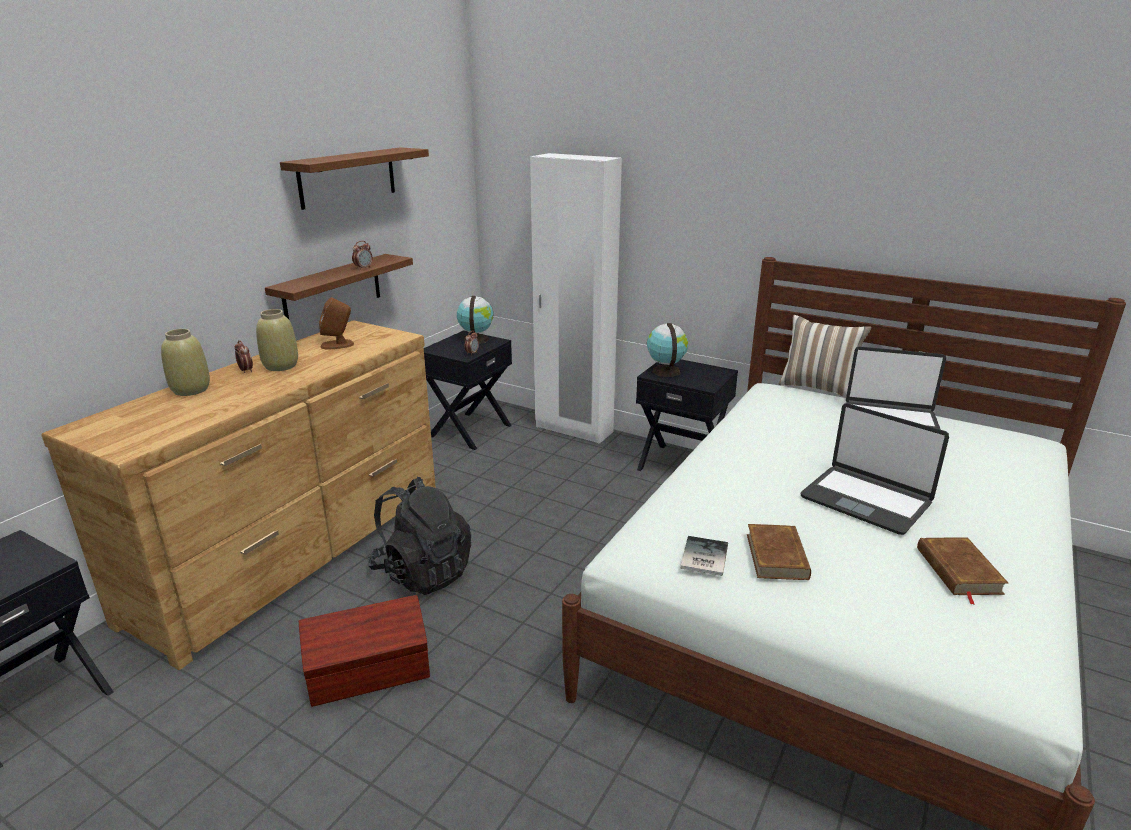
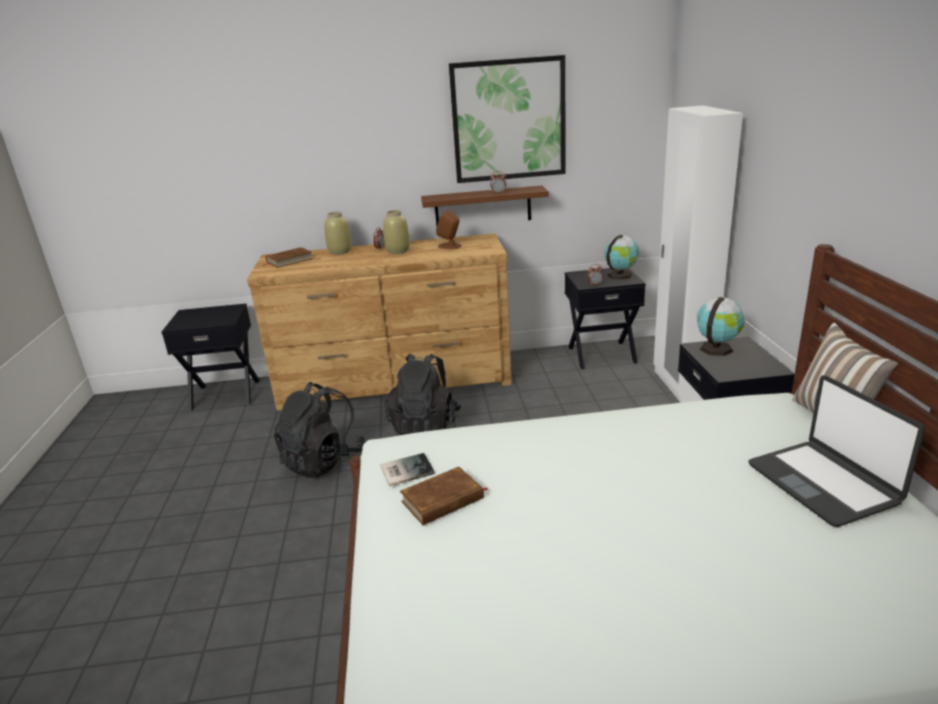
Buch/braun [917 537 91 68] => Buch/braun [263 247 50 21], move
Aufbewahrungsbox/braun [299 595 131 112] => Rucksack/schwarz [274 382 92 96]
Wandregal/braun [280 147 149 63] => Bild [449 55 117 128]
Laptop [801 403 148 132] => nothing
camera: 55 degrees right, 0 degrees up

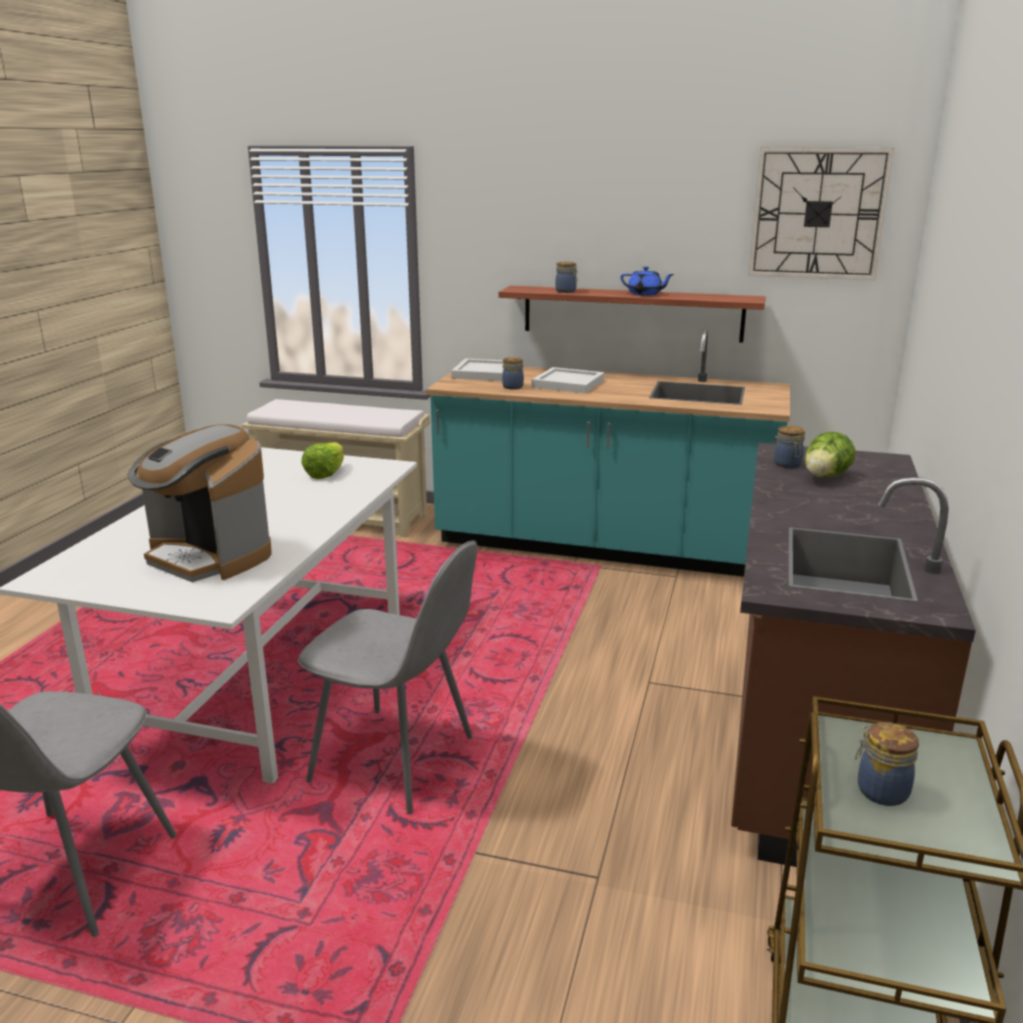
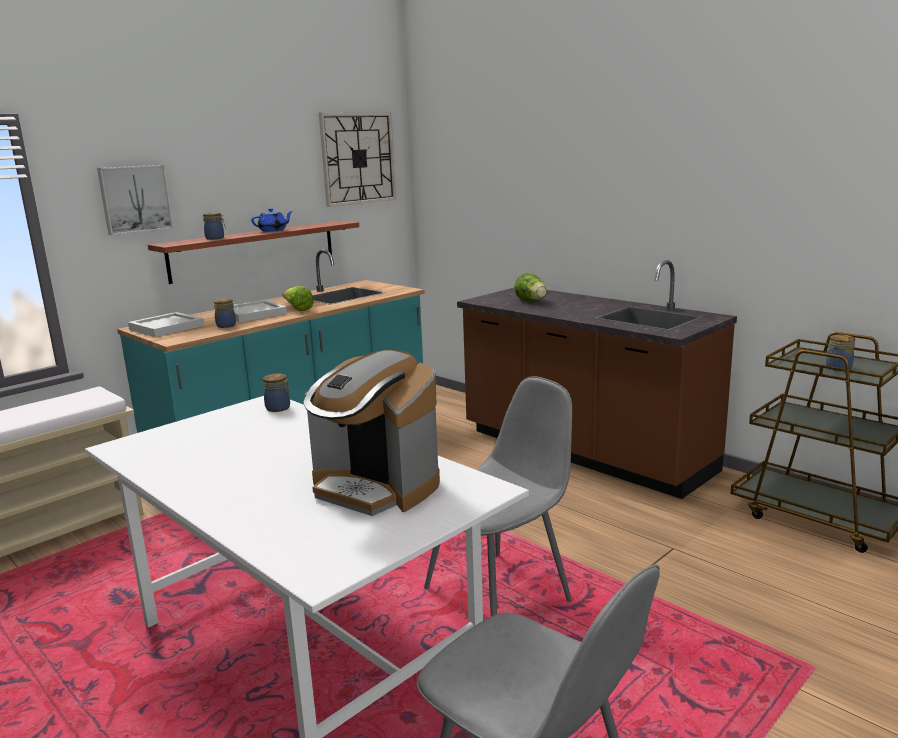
nothing => Bild [97 165 76 70]
Vorratsglas [774 426 31 42] => Vorratsglas [263 374 29 38], move
Salatkopf [301 442 43 37] => Salatkopf [282 286 32 25], move
Kaffeemaschine [128 424 144 158] => Kaffeemaschine [303 350 137 166], 60 degrees clockwise
camera: 60 degrees left, 5 degrees down

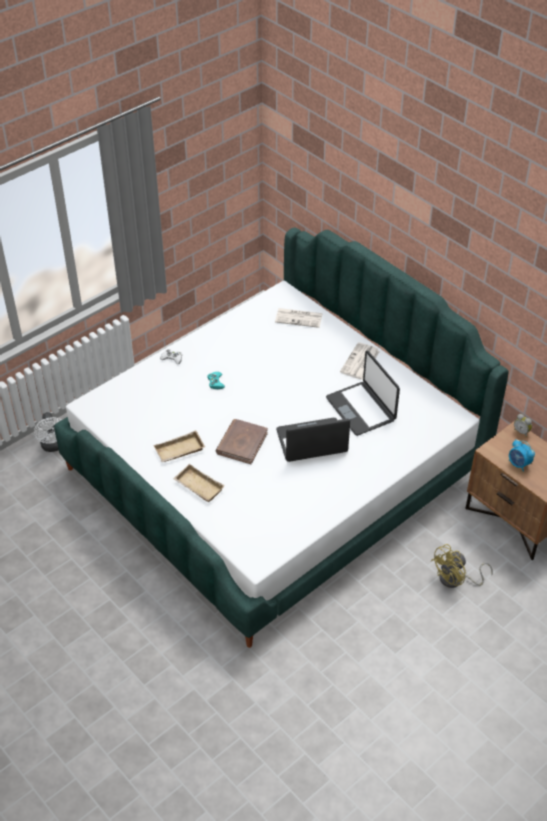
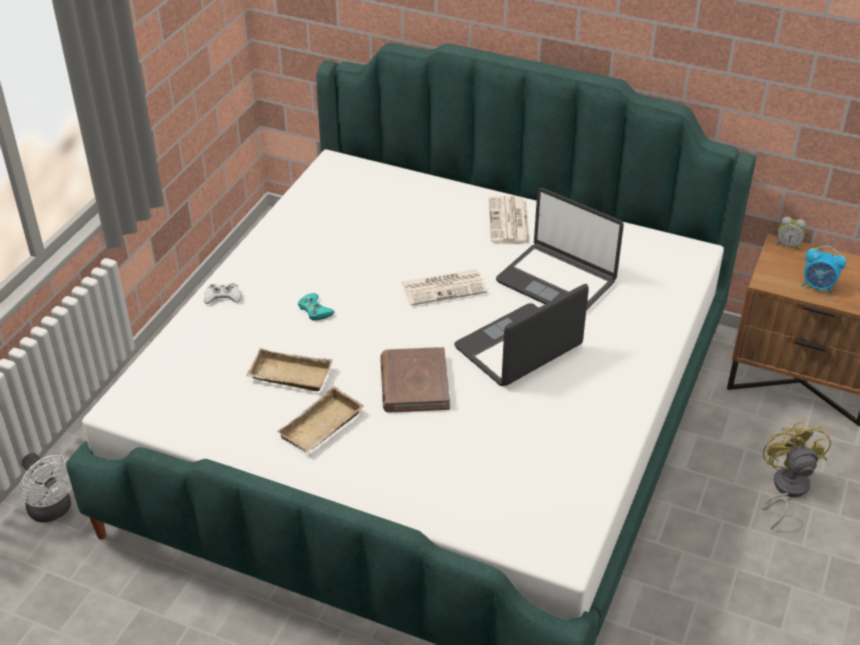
Tablett/beige [173 464 52 38] => Tablett/beige [246 348 87 43], move
Zeitung [275 308 48 20] => Zeitung [402 269 85 37], move
Ventilator/gelb [431 544 62 44] => Ventilator/gelb [761 421 70 108], 150 degrees clockwise
camera: 25 degrees left, 5 degrees down

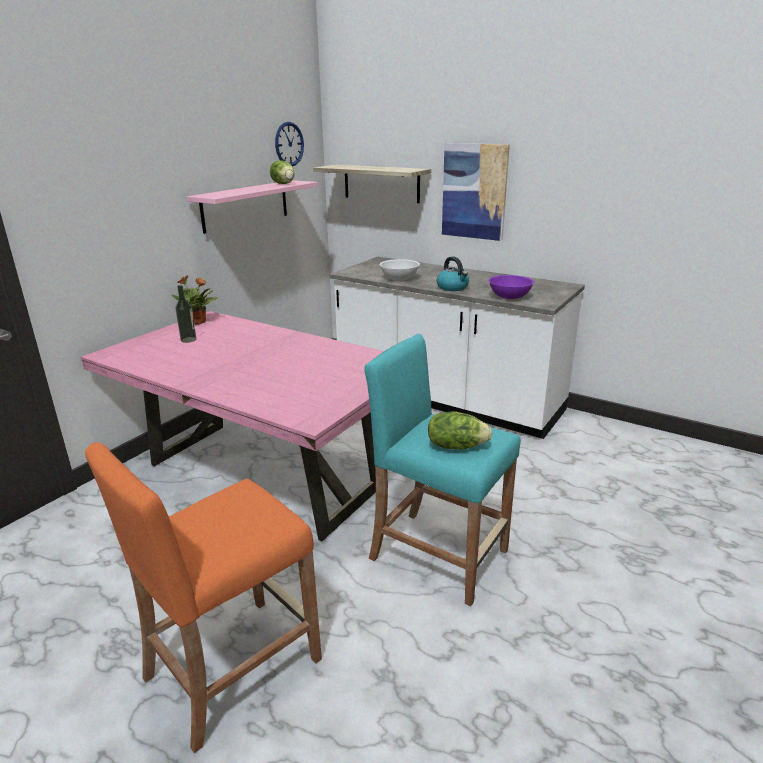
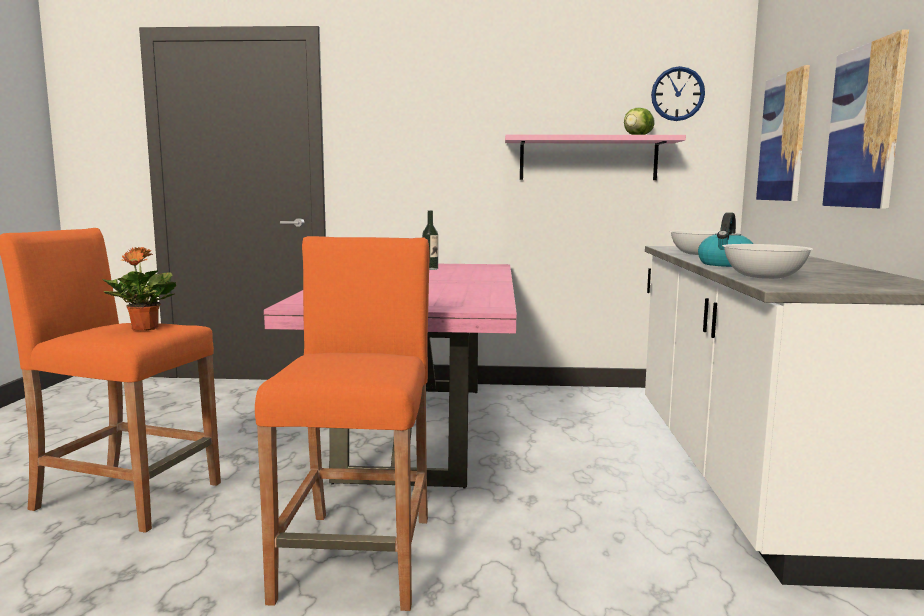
Topfpflanze [171 275 46 50] => Topfpflanze [102 247 74 83], move
Hocker/türkis [365 333 156 273] => Hocker/orange [255 236 175 375]
Schüssel/lila [488 275 46 24] => Schüssel/weiß [722 244 91 35]
Wandregal [313 165 118 38] => Bild [756 65 54 136]
Salatkopf [428 412 65 37] => nothing
camera: 60 degrees right, 15 degrees down

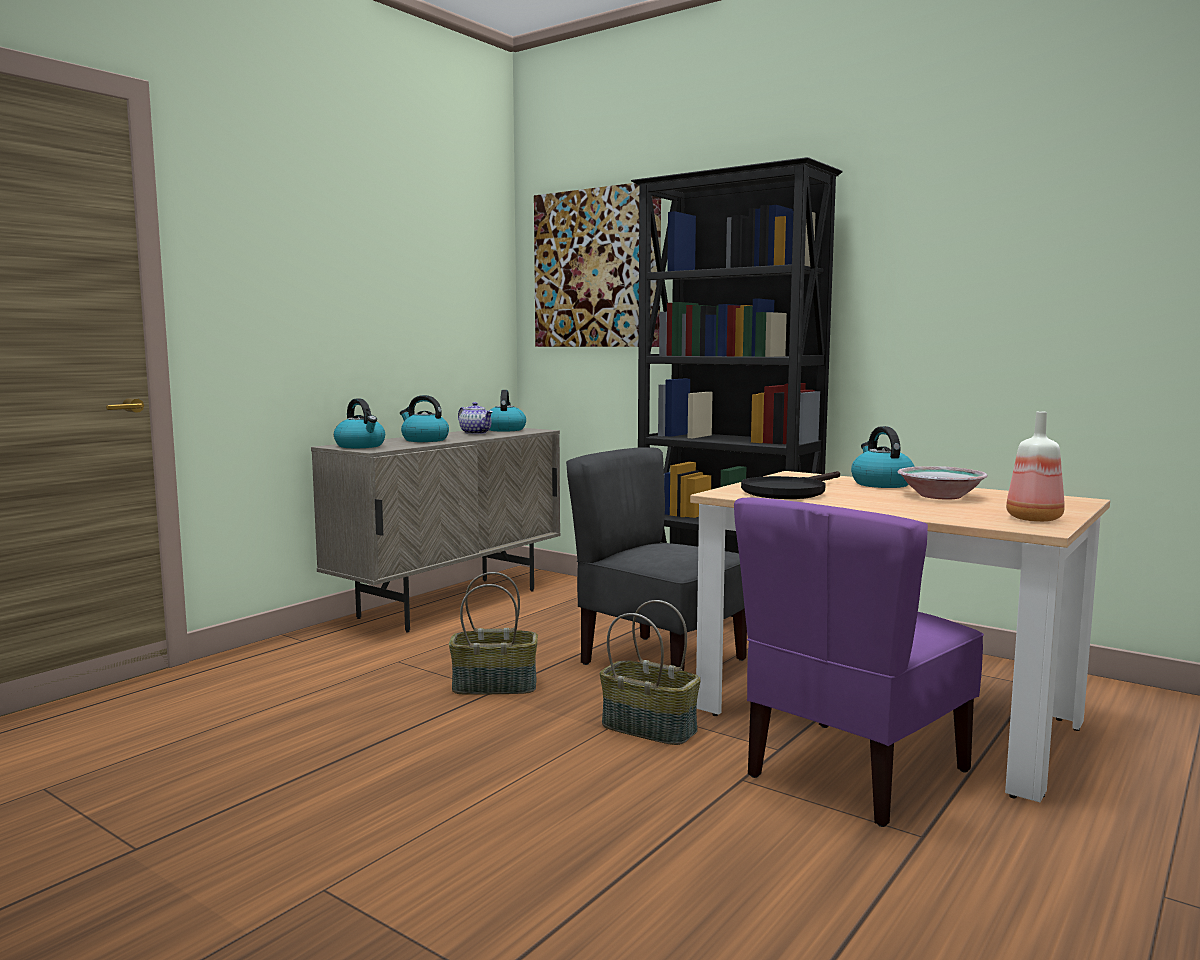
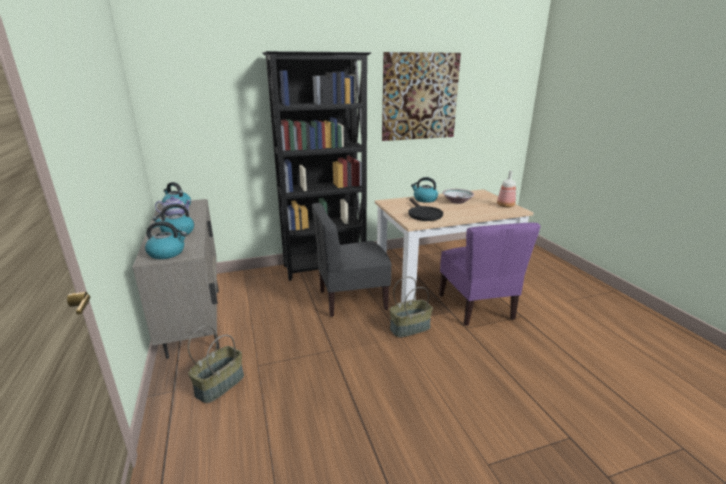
Korb [449 572 89 123] => Korb [188 325 56 78], move
Bild [534 183 127 164] => Bild [382 52 79 89], move
camera: 55 degrees left, 15 degrees up

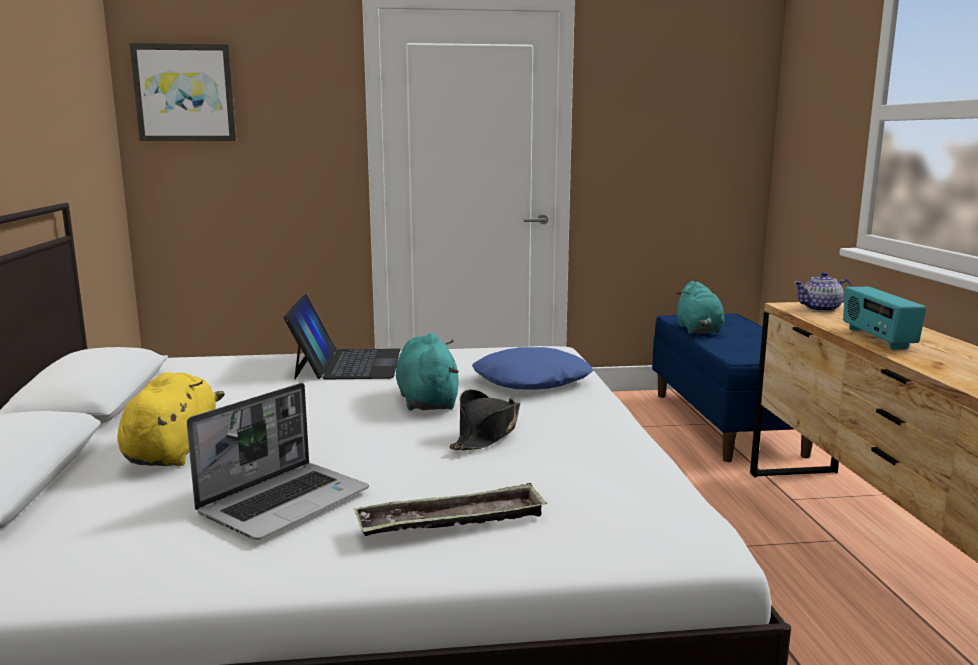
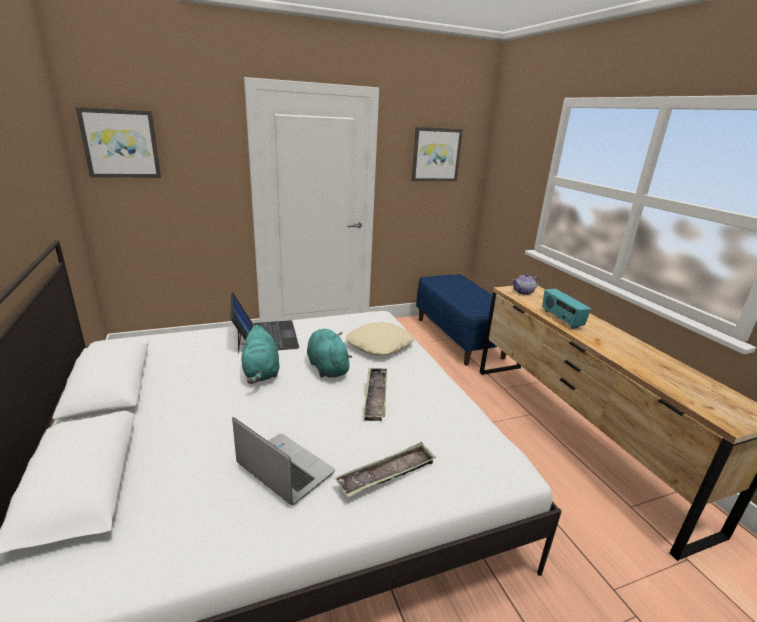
Laptop [187 383 182 157] => Laptop [232 417 103 88], 75 degrees counterclockwise
Plüschtier/türkis [677 281 47 53] => Plüschtier/türkis [241 325 39 59], move
Kissen/blau [472 347 121 43] => Kissen/beige [346 322 68 34]
Hut/schwarz [449 390 71 60] => Tablett [363 368 24 53]
nothing => Bild [411 127 52 54]
Plüschtier/gelb [117 372 108 94] => nothing
camera: 15 degrees left, 10 degrees up

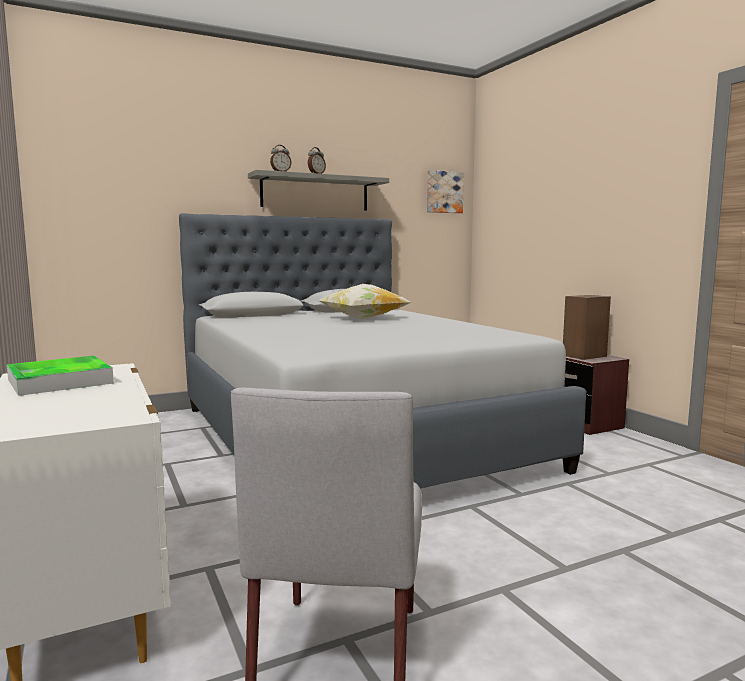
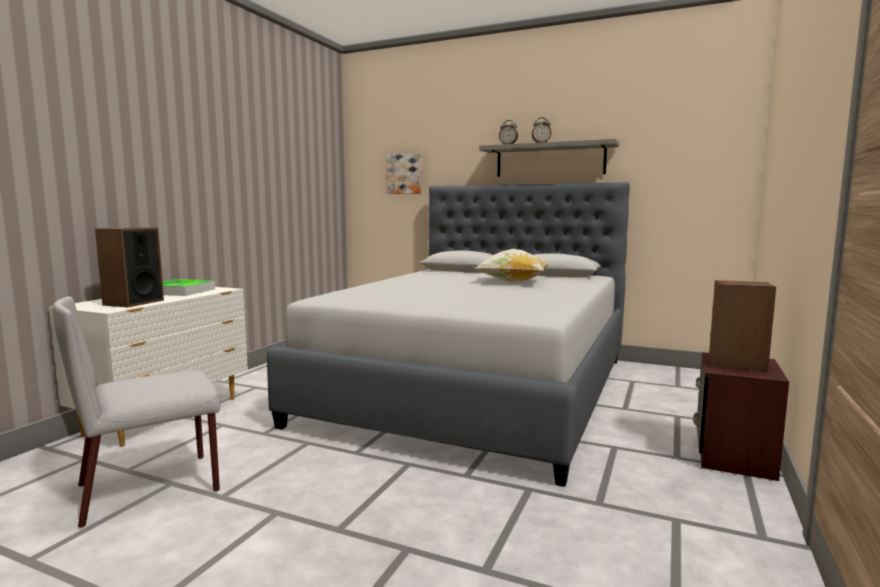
nothing => Lautsprecher [95 227 69 80]
Bild [427 170 37 43] => Bild [386 154 36 40], move
camera: 50 degrees right, 0 degrees up

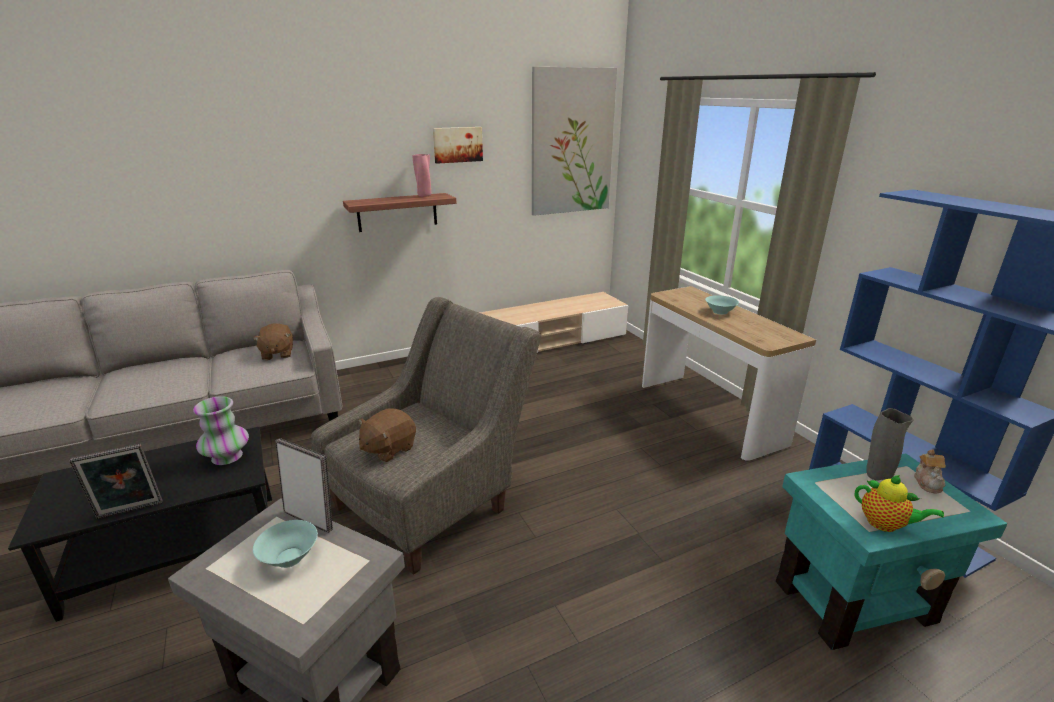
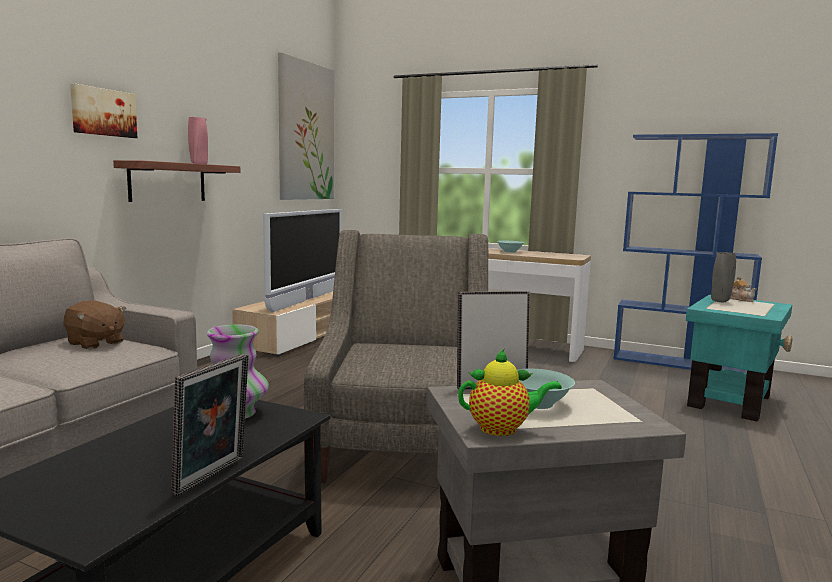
Bild [433 127 50 37] => Bild [70 83 67 55], move
nothing => Fernseher [263 209 79 103]
Teekanne [855 475 89 57] => Teekanne [458 349 104 87], move
Plüschtier/braun [358 409 58 53] => nothing
camera: 40 degrees left, 15 degrees down

